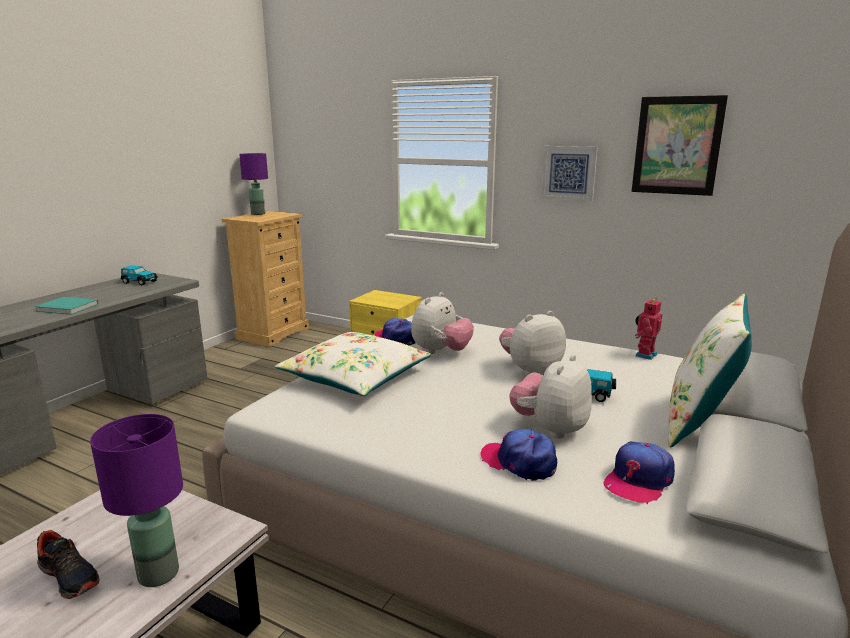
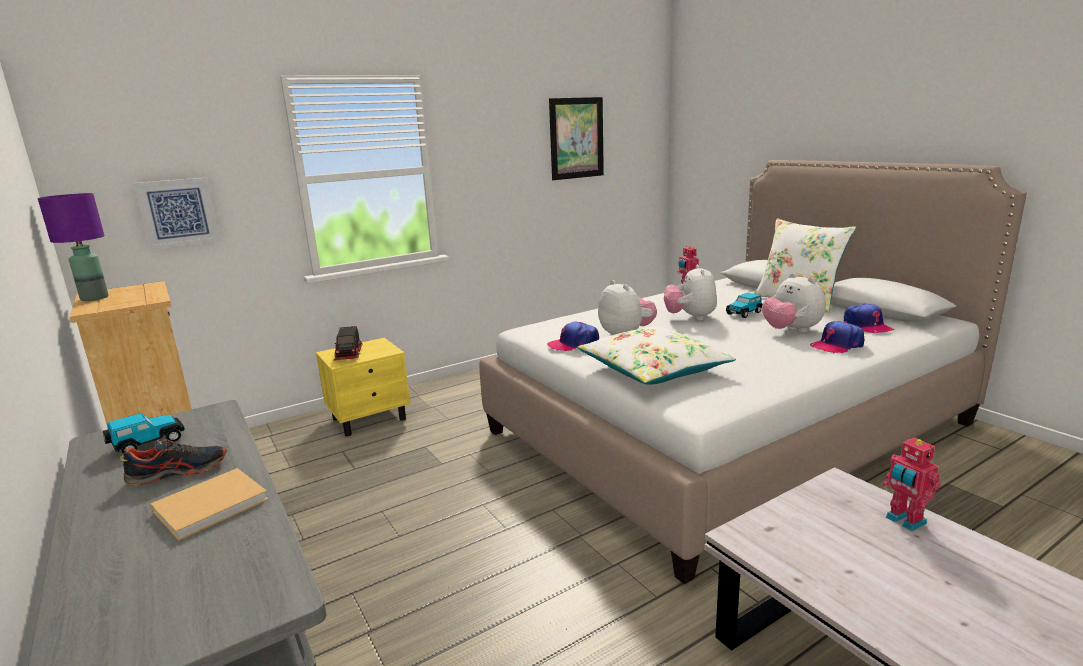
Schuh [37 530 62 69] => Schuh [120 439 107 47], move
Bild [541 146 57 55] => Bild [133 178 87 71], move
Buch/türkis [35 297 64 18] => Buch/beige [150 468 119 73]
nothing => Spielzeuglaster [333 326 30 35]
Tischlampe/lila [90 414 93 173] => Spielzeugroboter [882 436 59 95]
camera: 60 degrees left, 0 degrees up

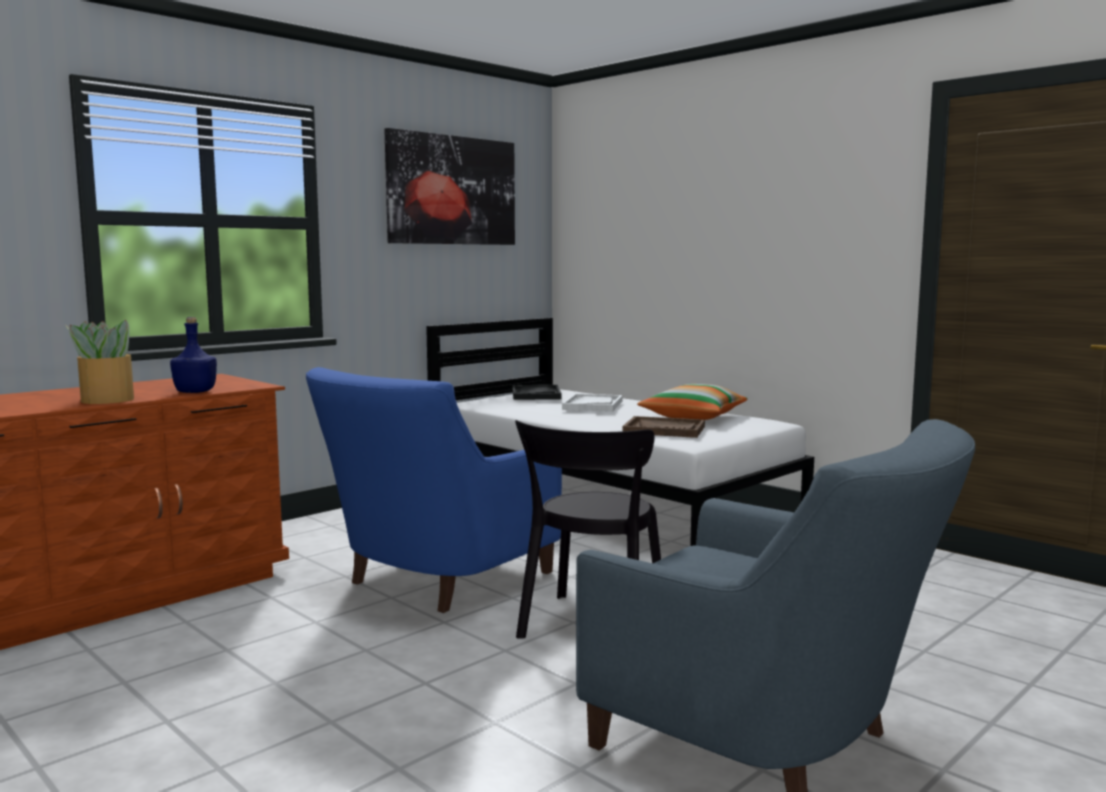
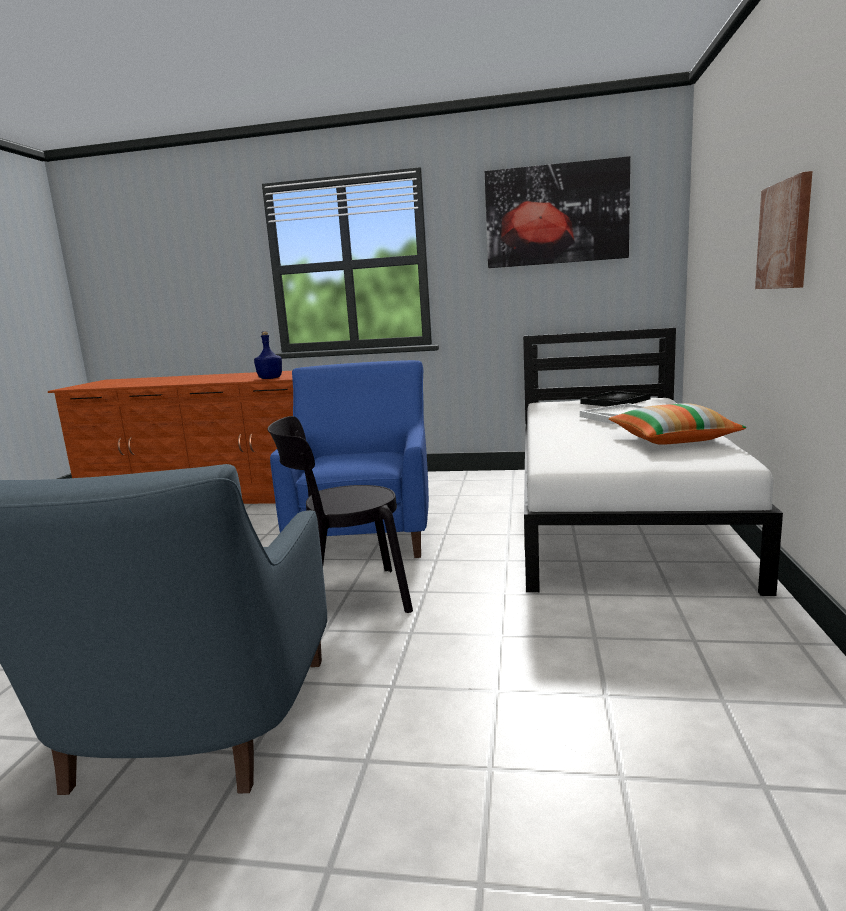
Sessel/blau [306 367 256 246] => Sessel/blau [270 360 159 198], 90 degrees clockwise
nothing => Bild [755 171 58 118]
Topfpflanze [65 320 69 84] => nothing
Tablett/braun [622 416 83 22] => nothing
camera: 55 degrees right, 5 degrees up

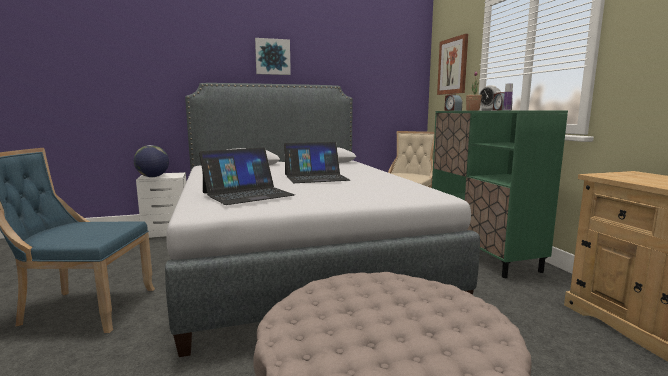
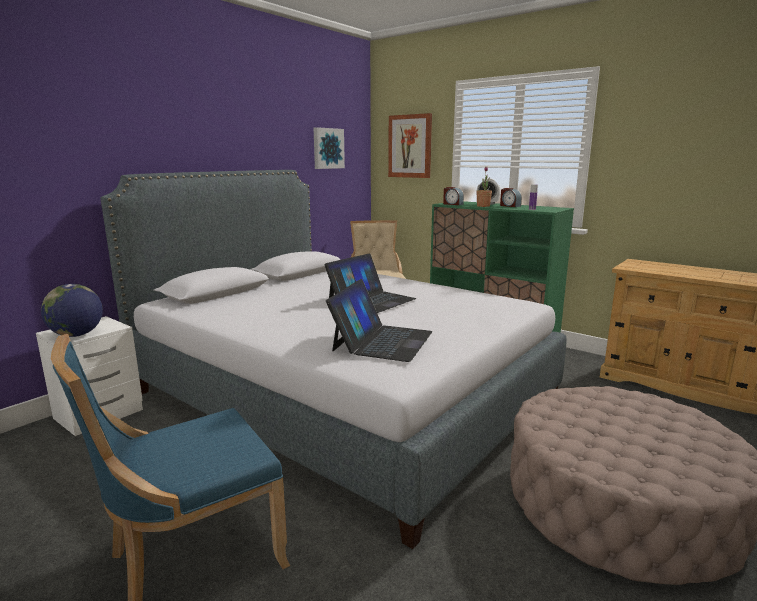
Bild [255 38 36 37] => Bild [313 127 32 42], move
camera: 35 degrees left, 5 degrees up

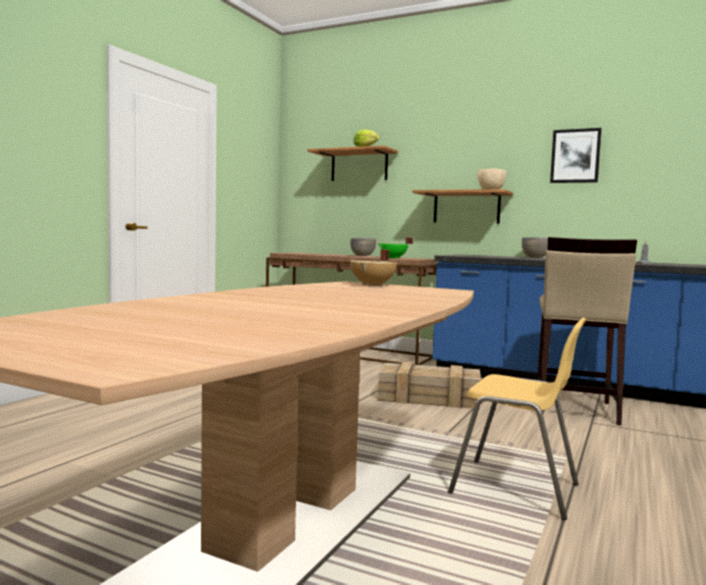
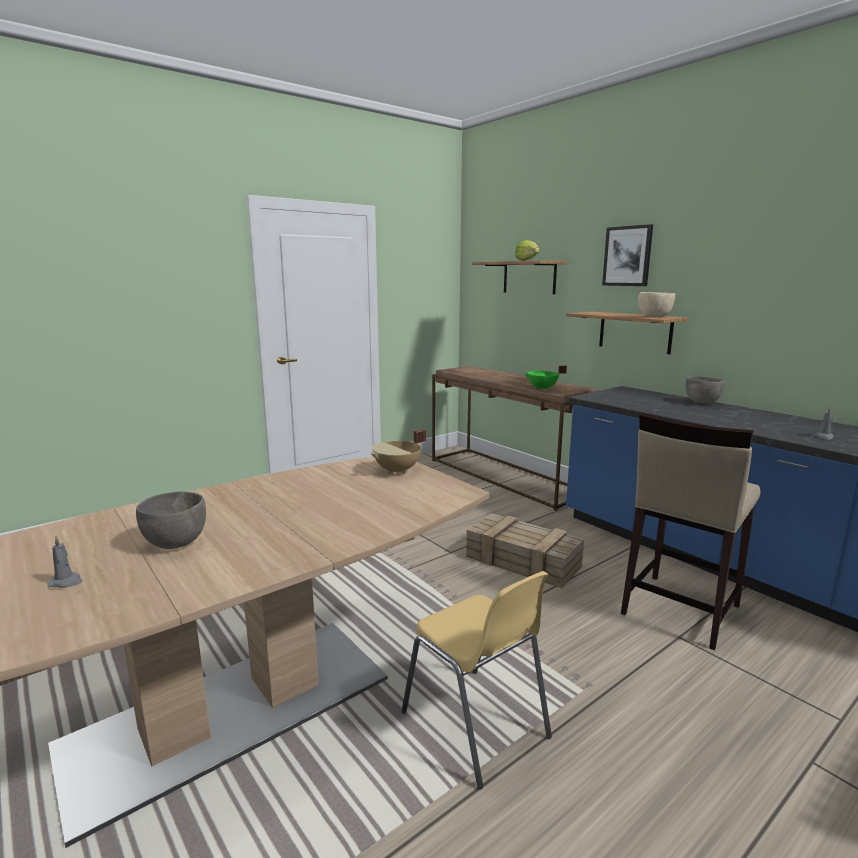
nothing => Kerze/grau [47 536 35 52]
Schüssel/grau [350 238 26 18] => Schüssel/grau [136 491 70 58], move
Bild [550 128 52 55] => Bild [602 224 51 62], move
camera: 25 degrees right, 10 degrees up

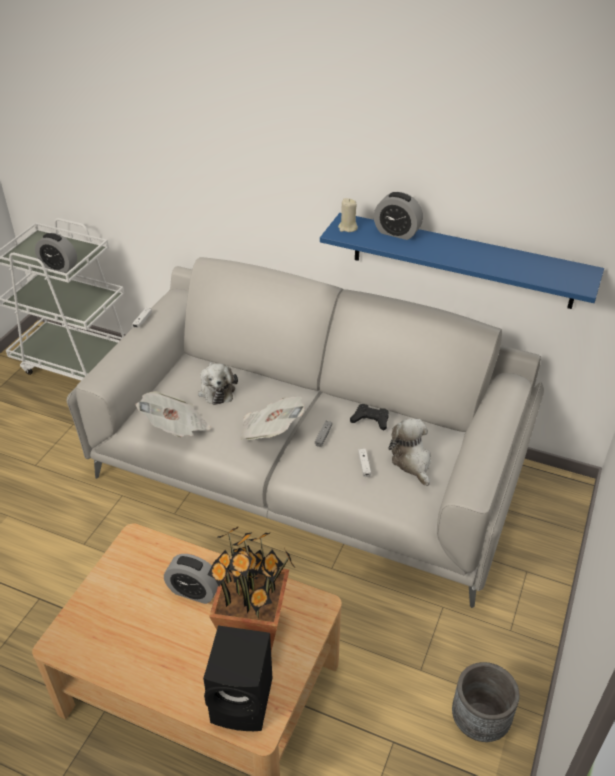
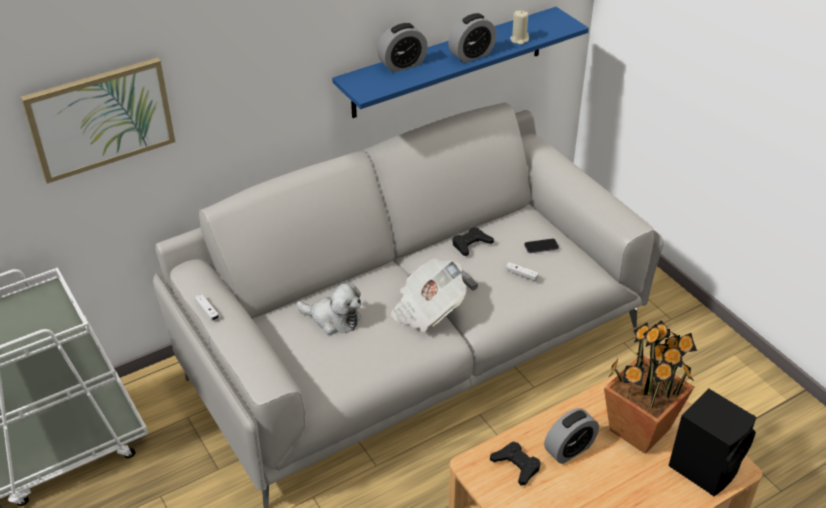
nothing => Bild [21 57 154 127]
Wecker [35 233 42 40] => Wecker [448 13 48 50], move
nothing => Gamepad/schwarz [490 442 51 44]
Kerze/beige [338 198 20 34] => Kerze/beige [510 10 19 35], move
Plüschtier [389 419 42 67] => Handy [524 239 35 14]
Zeitung [136 391 75 46] => nothing
Pflanzkübel/grau [452 662 68 80] => nothing
camera: 55 degrees left, 0 degrees up

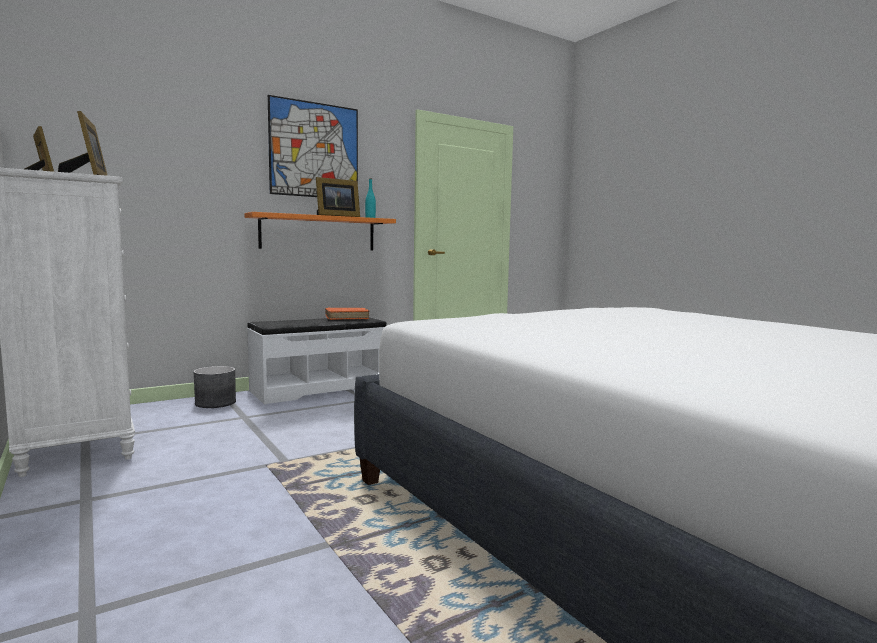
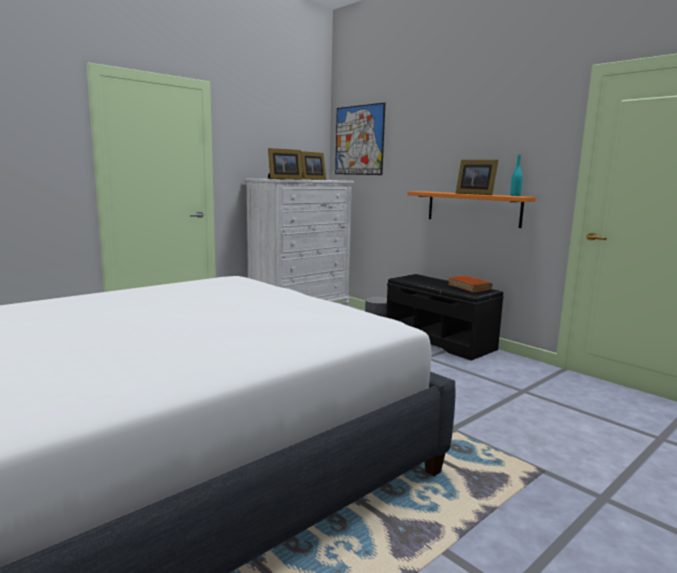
Bild [268 95 90 102] => Bild [335 102 50 73], move
Bank/weiß [247 317 139 87] => Bank/schwarz [386 274 118 86]
camera: 80 degrees right, 5 degrees up

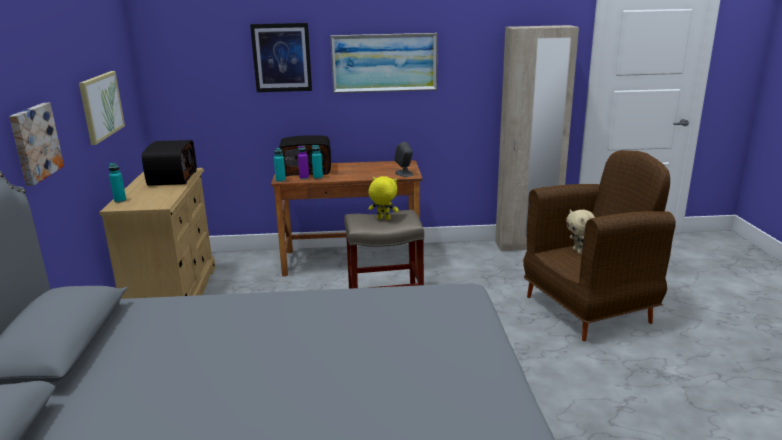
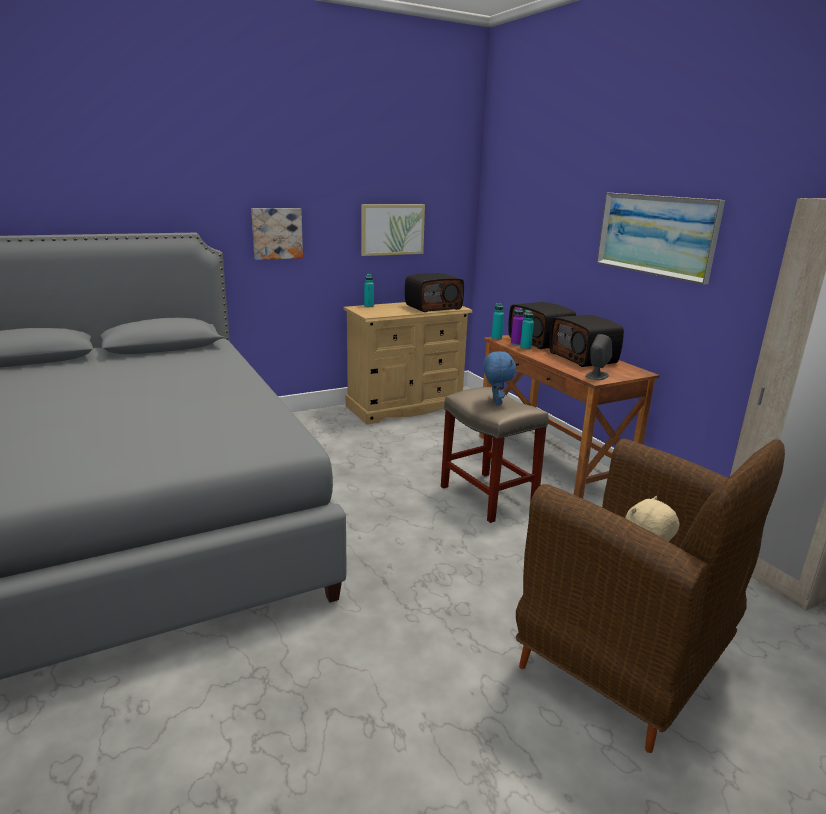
Plüschtier/gelb [368 176 31 44] => Plüschtier/blau [483 351 33 54]
nothing => Radio [549 315 75 52]
Bild [250 23 62 69] => nothing
camera: 65 degrees right, 0 degrees up

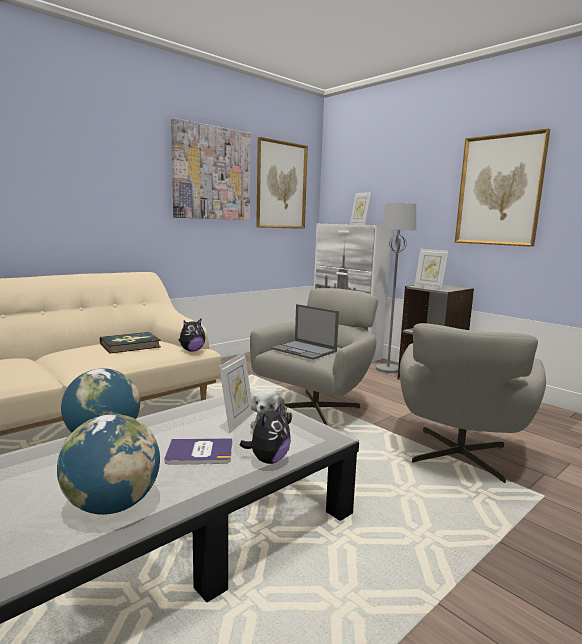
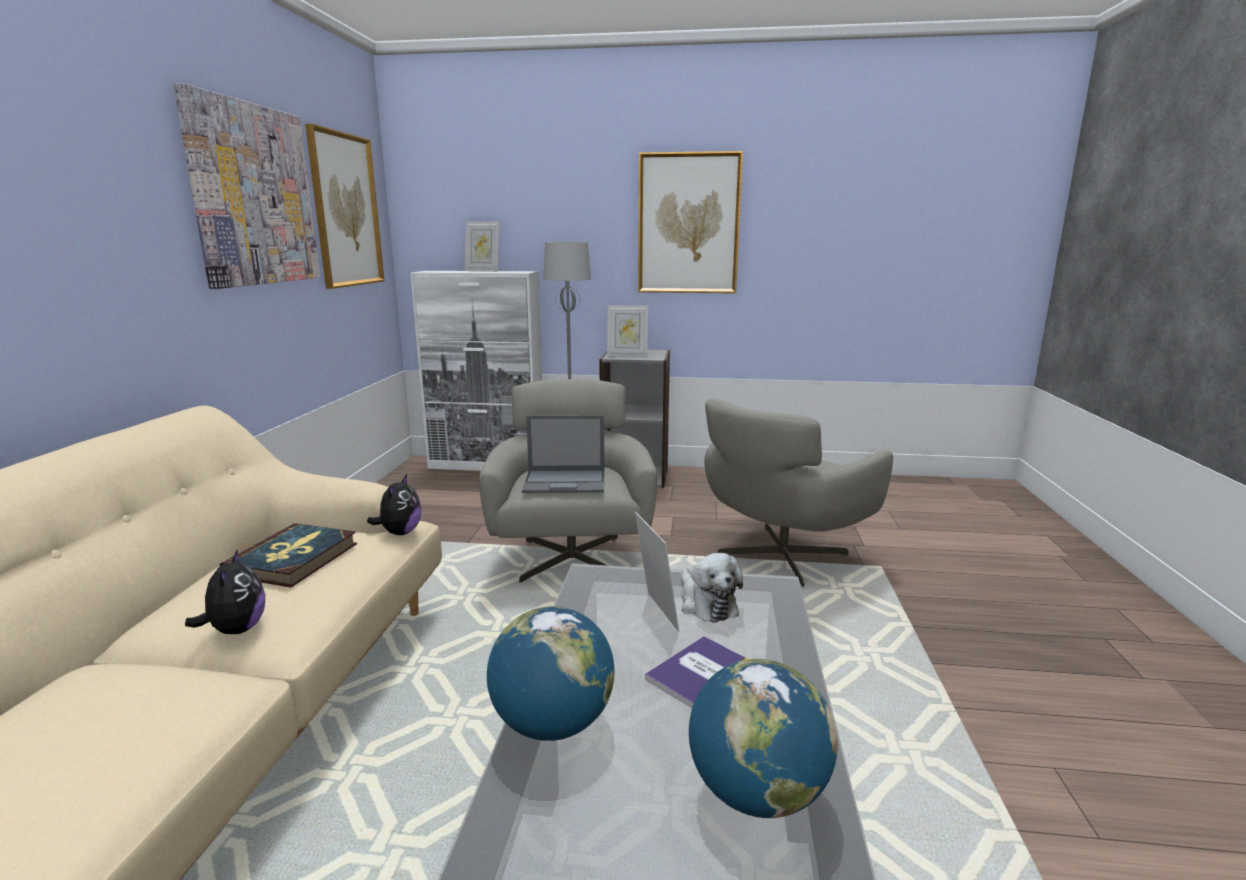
Plüschtier [240 403 51 61] => Plüschtier [185 549 80 85], move
Sessel/grau [400 323 146 160] => Sessel/grau [704 399 189 188], 60 degrees clockwise
camera: 40 degrees left, 5 degrees up

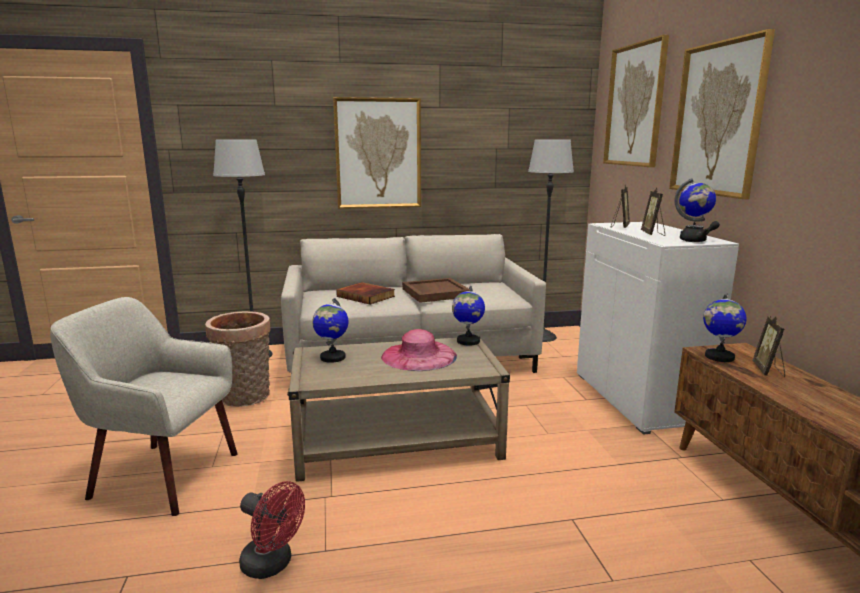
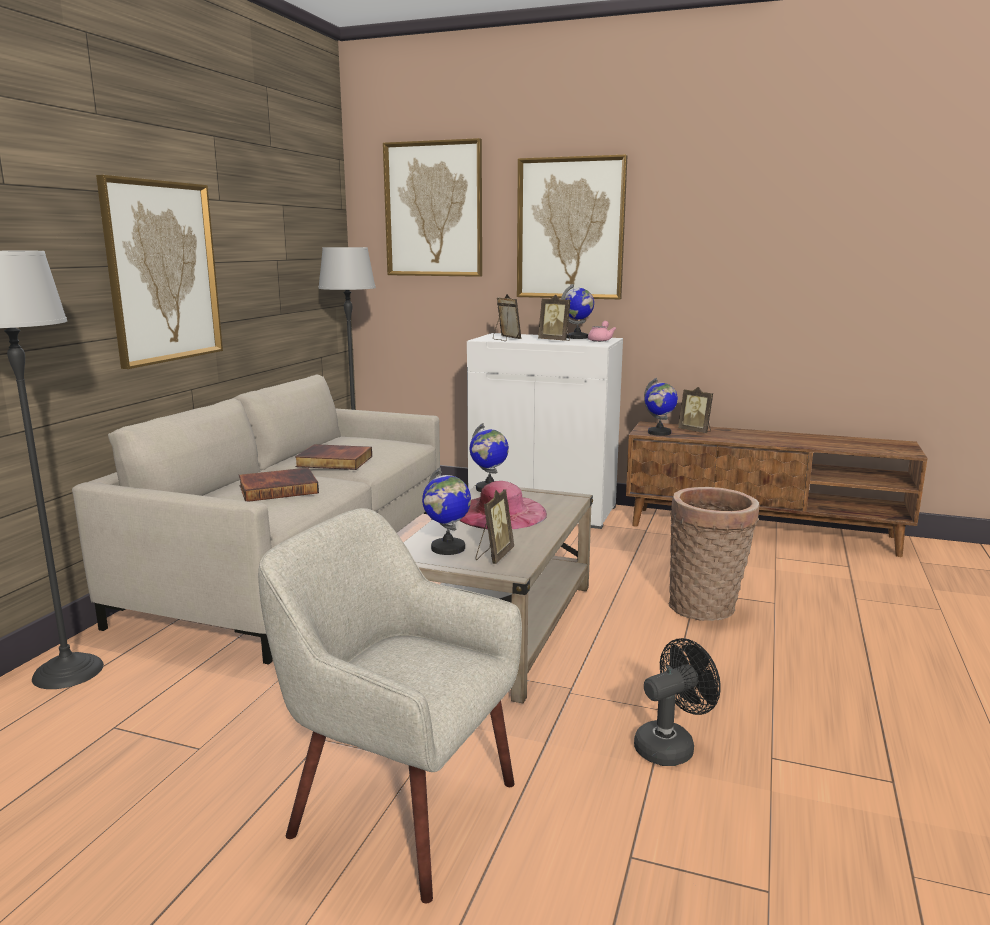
Sessel/beige [50 297 187 219] => Sessel/beige [258 508 264 395], 75 degrees clockwise
Tablett/braun [402 278 68 25] => Buch [295 444 77 26]
nothing => Bilderrahmen [475 489 39 75]
Teekanne/schwarz [680 221 40 21] => Teekanne/rosa [588 321 28 21]
Ventilator/rot [239 481 66 98] => Ventilator/schwarz [634 638 87 128]
Korb [205 311 66 96] => Korb [668 487 91 134], move
camera: 60 degrees left, 0 degrees up

